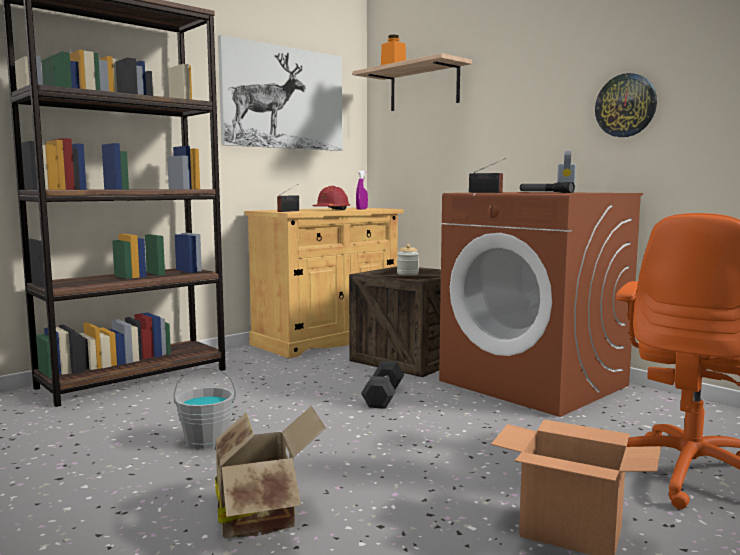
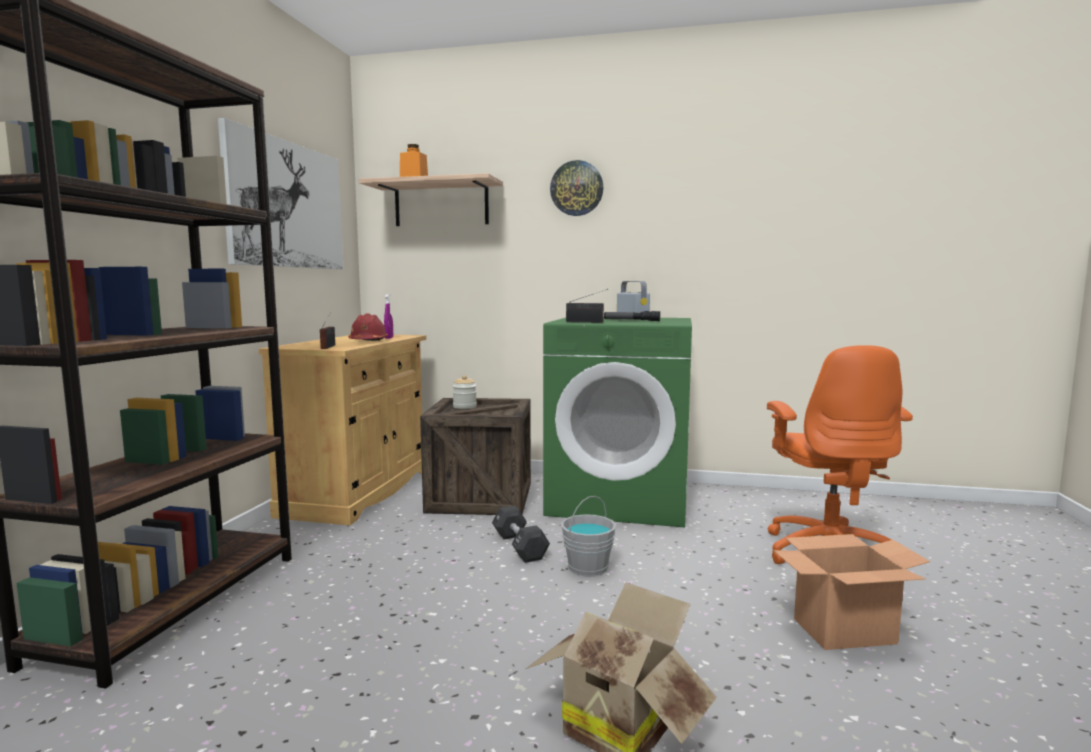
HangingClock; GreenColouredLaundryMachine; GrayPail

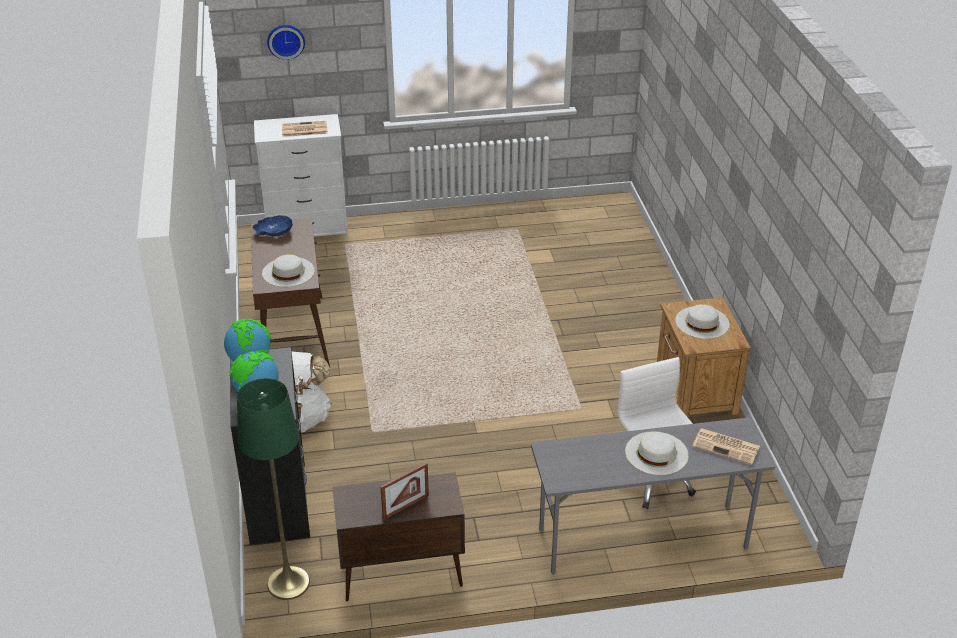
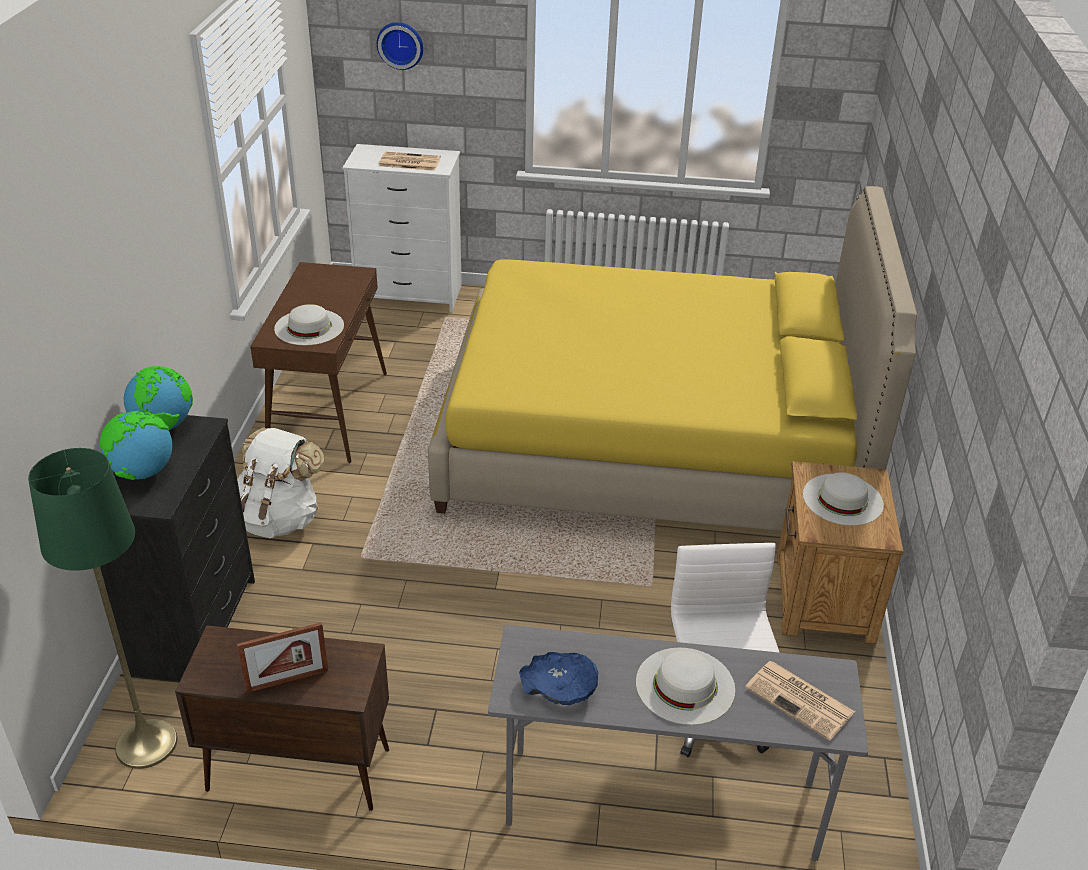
BlueColouredBowl; YellowBedroomBed

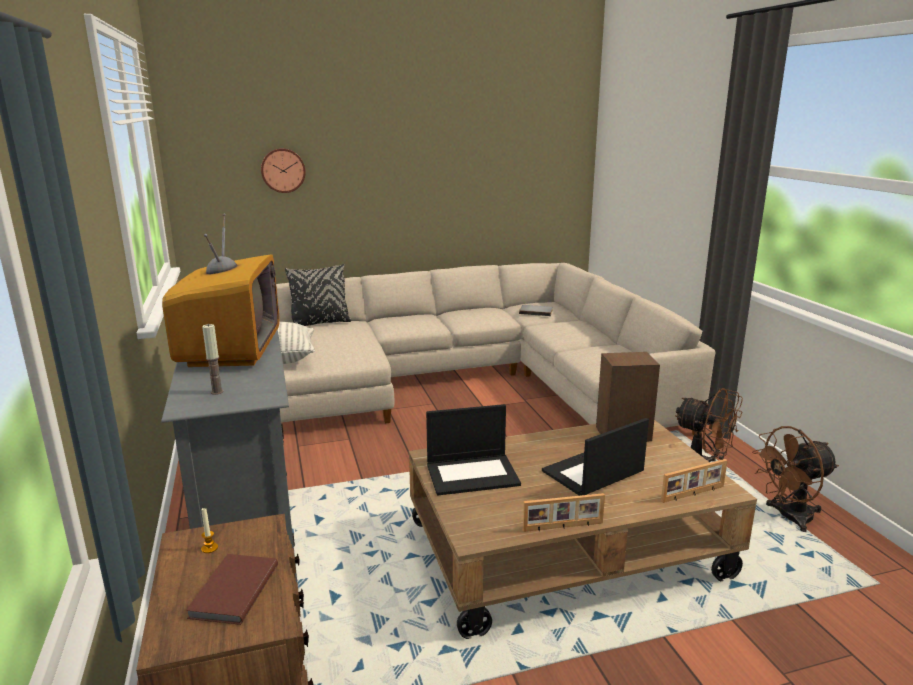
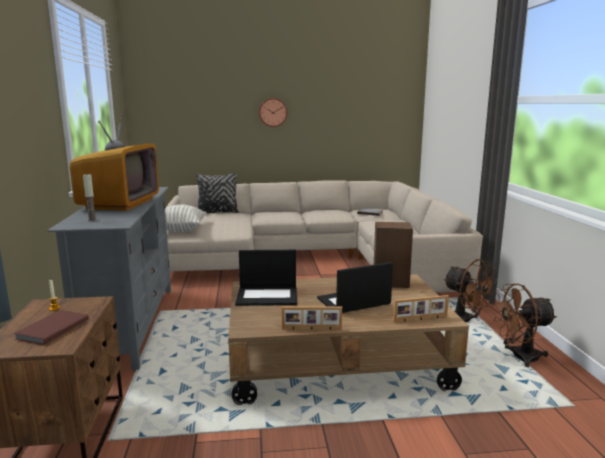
HangingClock

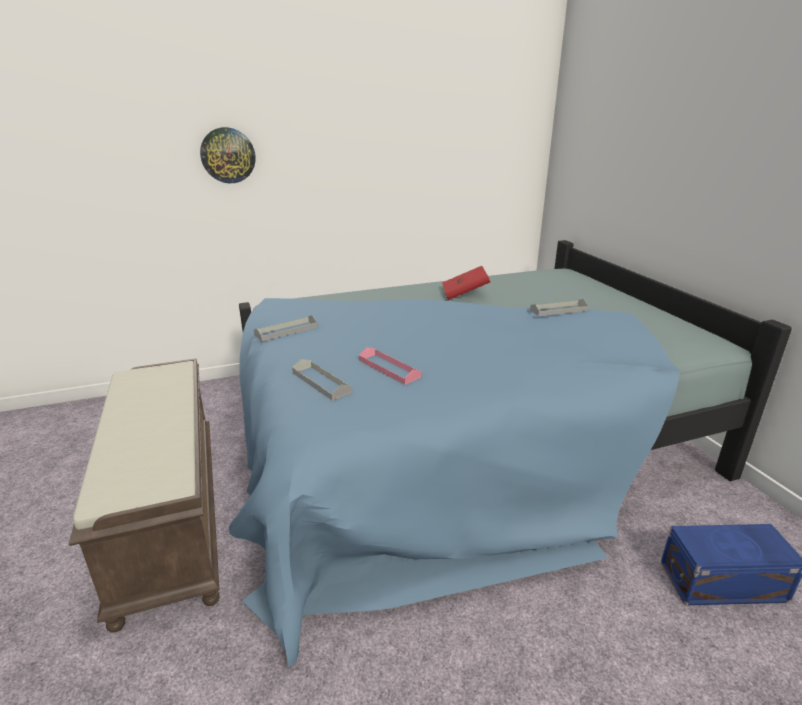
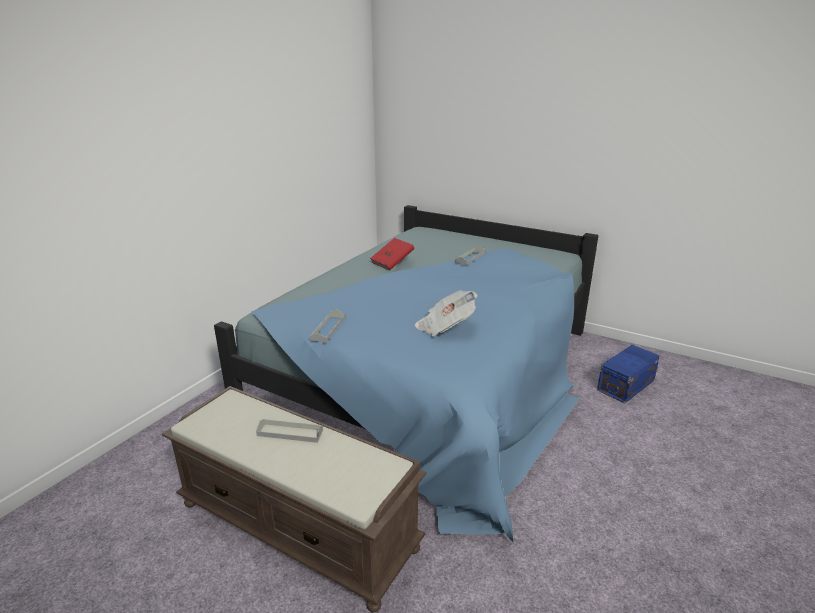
HangingClock; Newspaper; GrayTray (no. 1 from left)

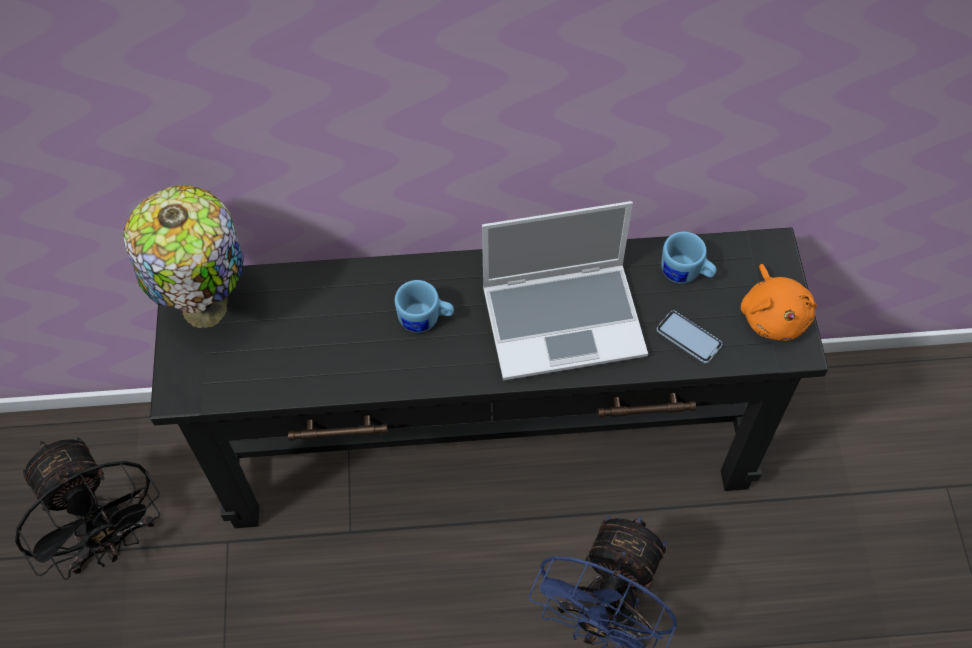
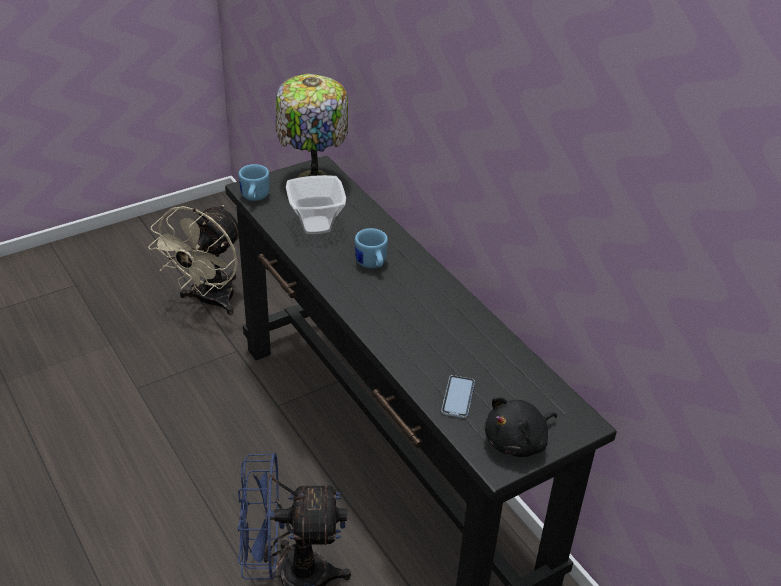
PortableComputer; BlueColouredMug (no. 1 from left); BlackishPlushToy; SandColouredFan; Bowl

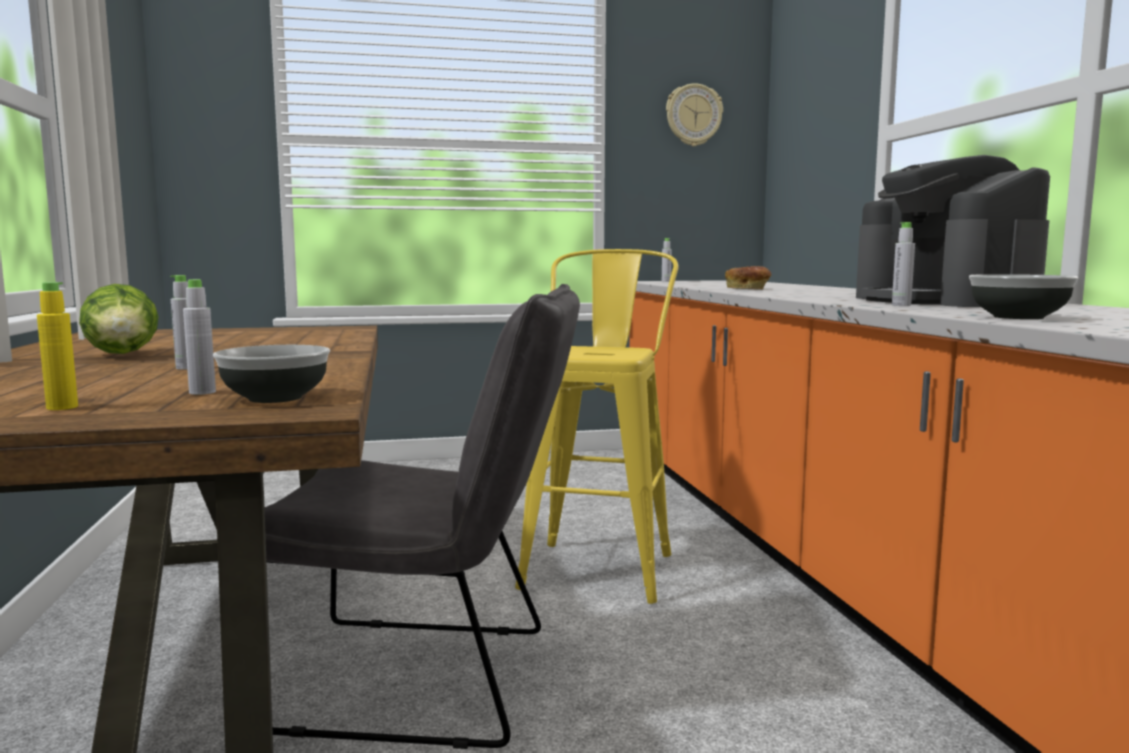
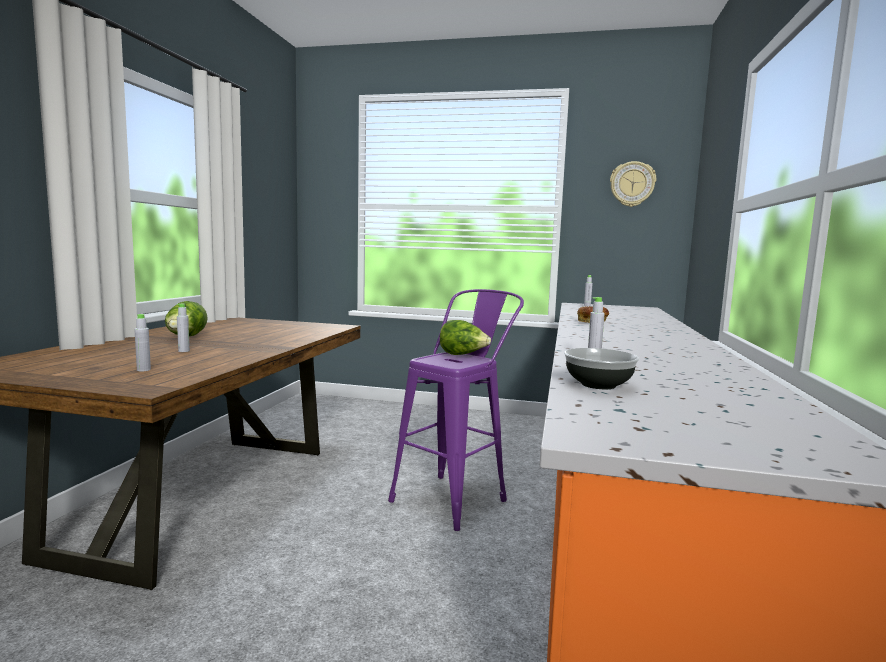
CoffeeMaker; PurplishStool; YellowBeverageBottle; GrayUprightChair; Bowl (no. 1 from left in the first image); HeadOfLettuce (no. 2 from left)

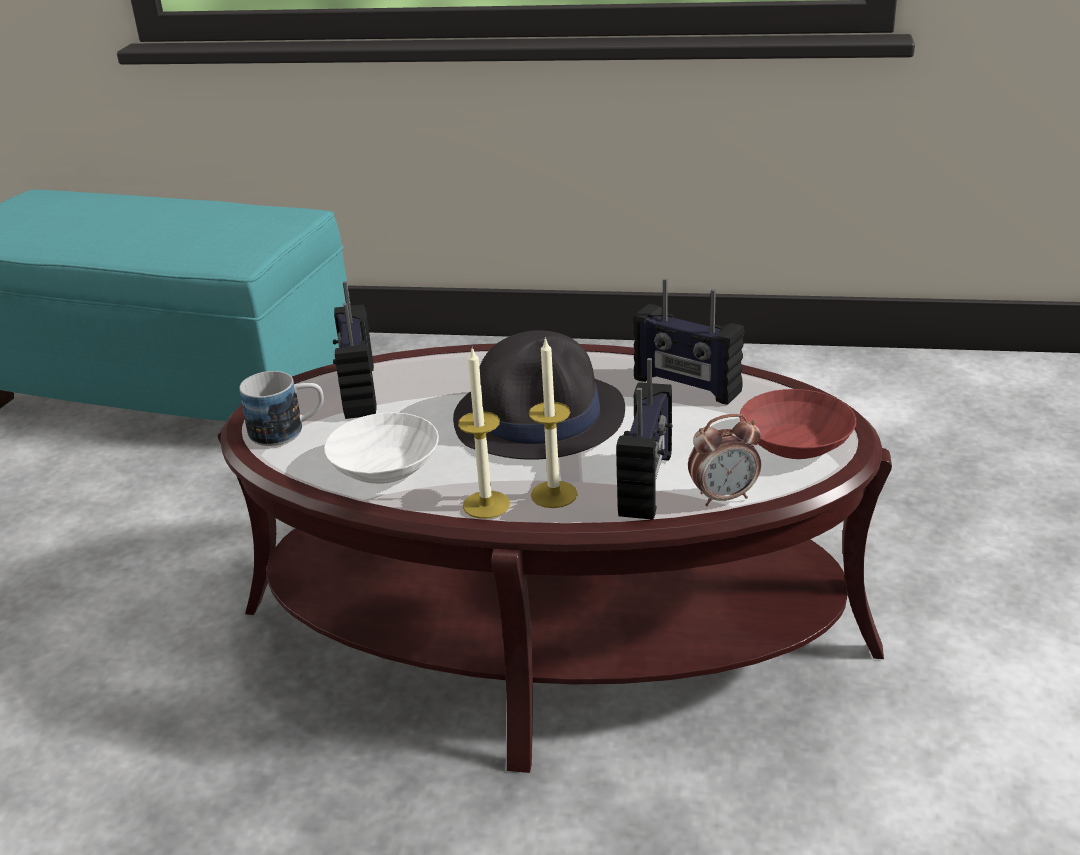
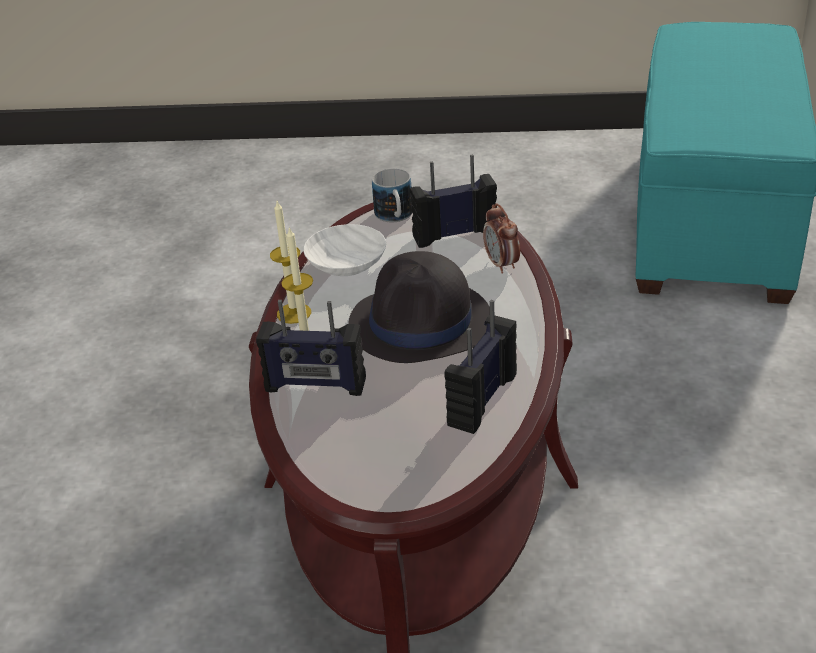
ReddishBowl; AlarmClock

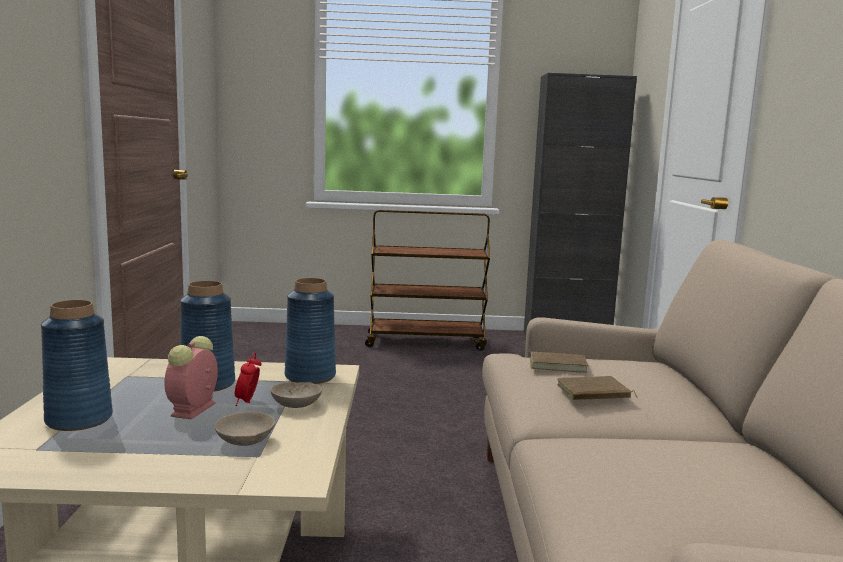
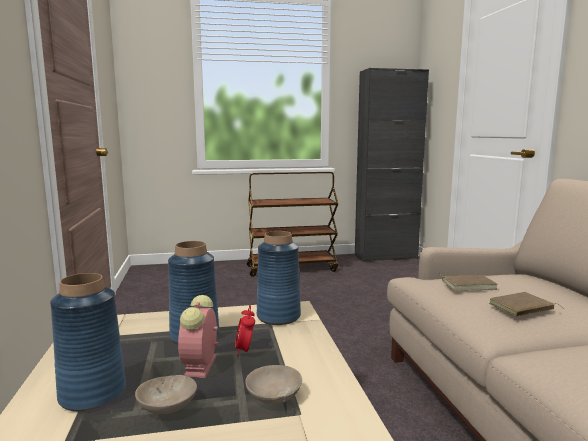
SandColouredBowl (no. 1 from left)

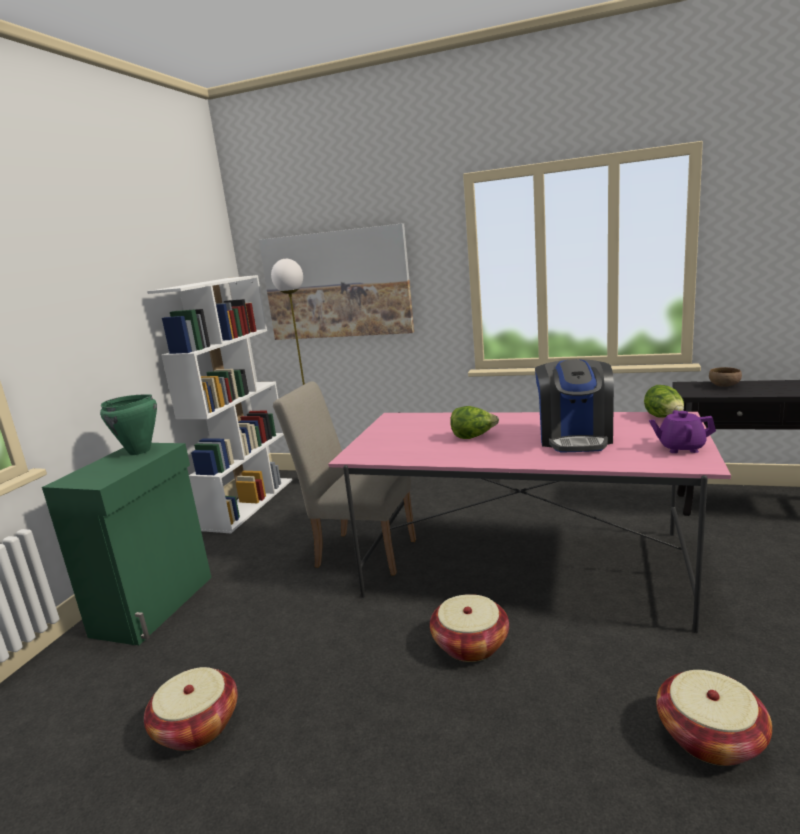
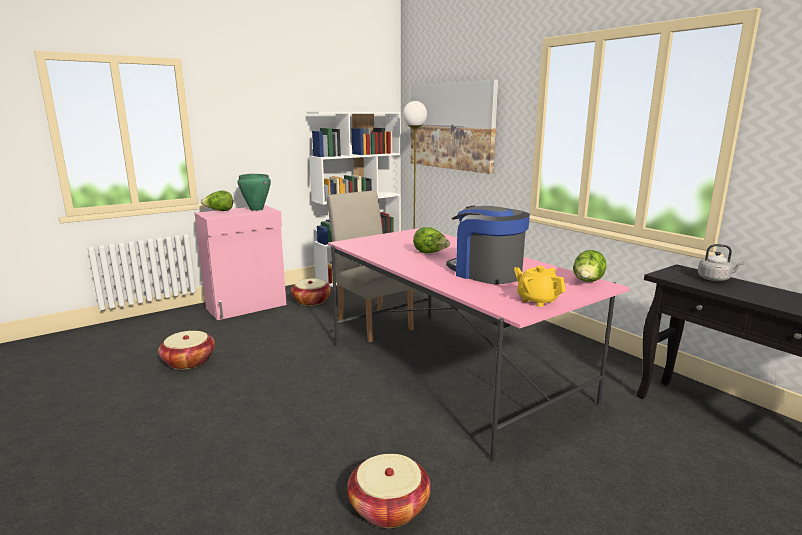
CoffeeMaker; GrayWaterKettle; YellowPotForTea; PinkCupboard; StorageBasket (no. 2 from left); HeadOfLettuce (no. 1 from left)

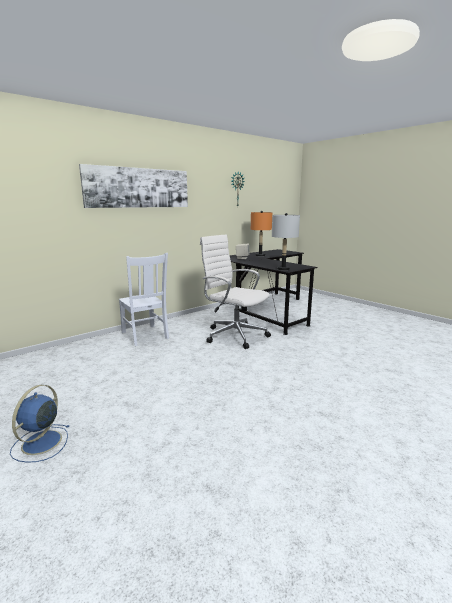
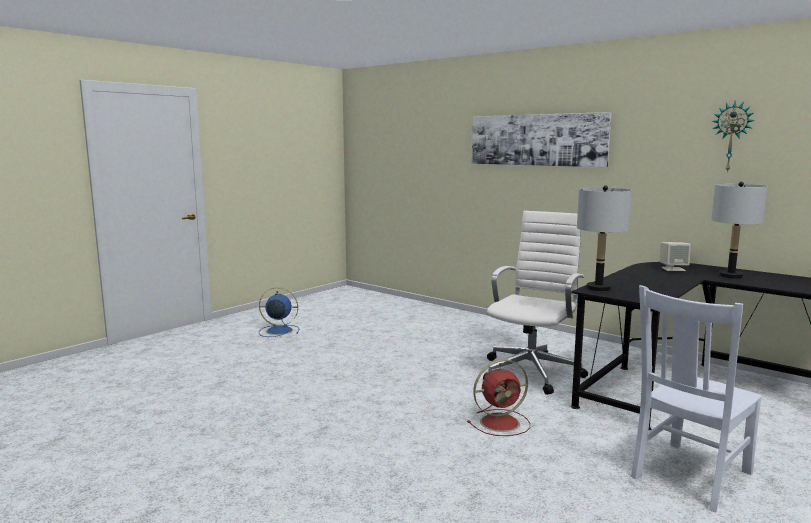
GrayTabletopLamp (no. 2 from left); WhiteColouredUprightChair; ReddishFan

